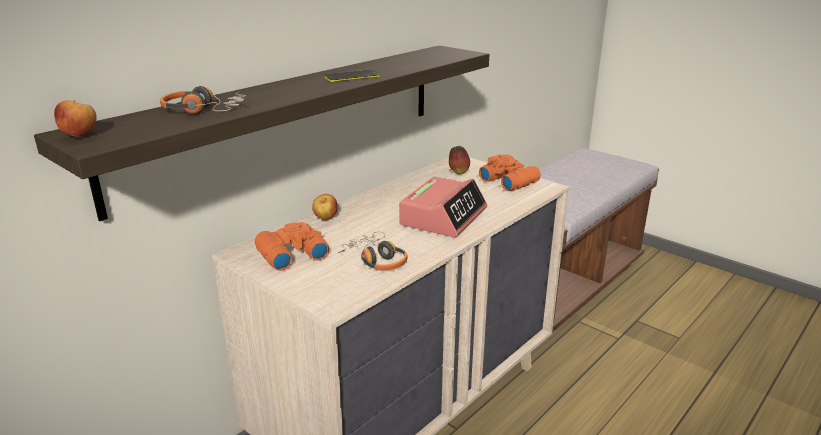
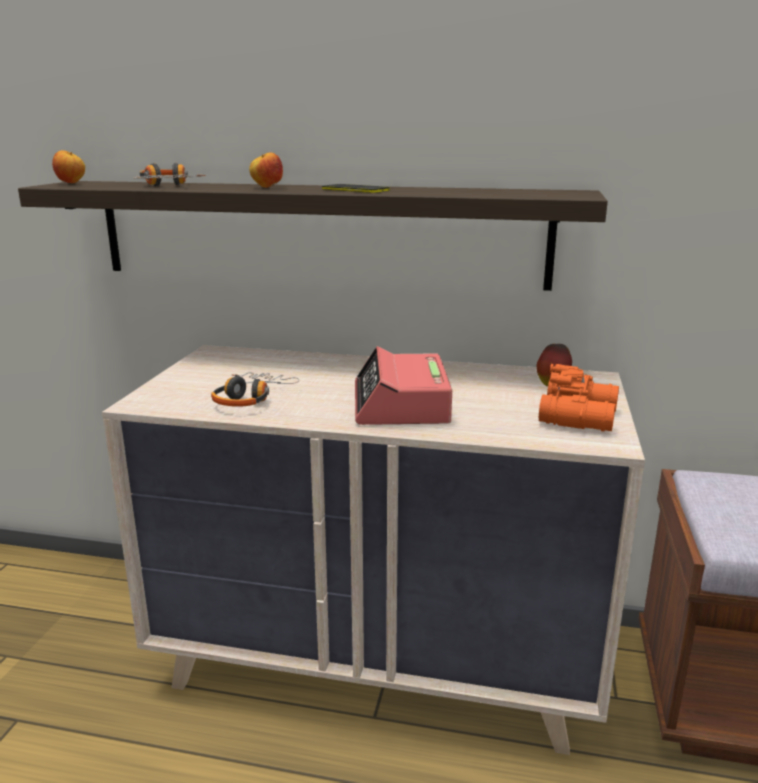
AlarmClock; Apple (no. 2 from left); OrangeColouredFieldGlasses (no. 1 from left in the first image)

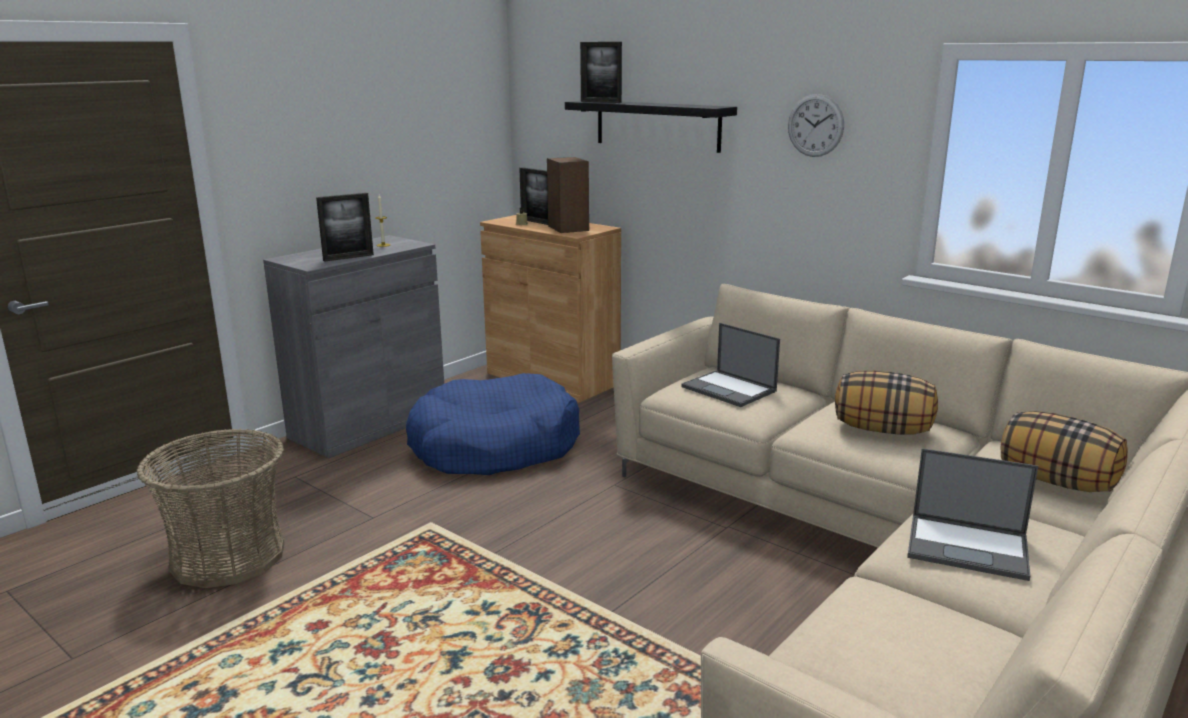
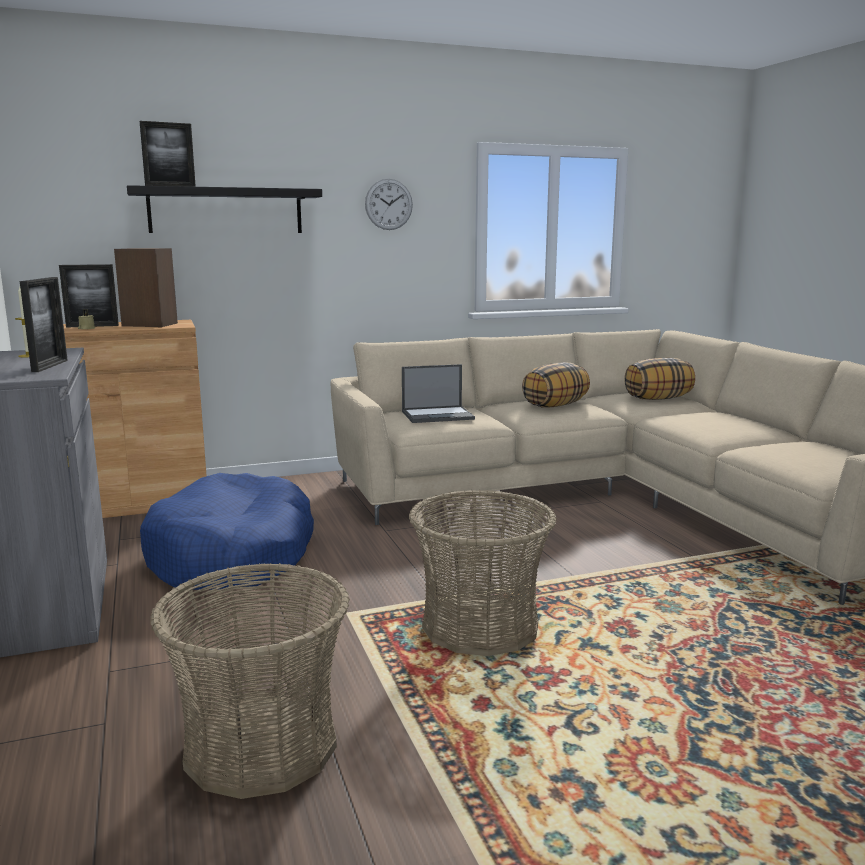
PortableComputer (no. 2 from left in the first image); StorageBasket (no. 2 from left)

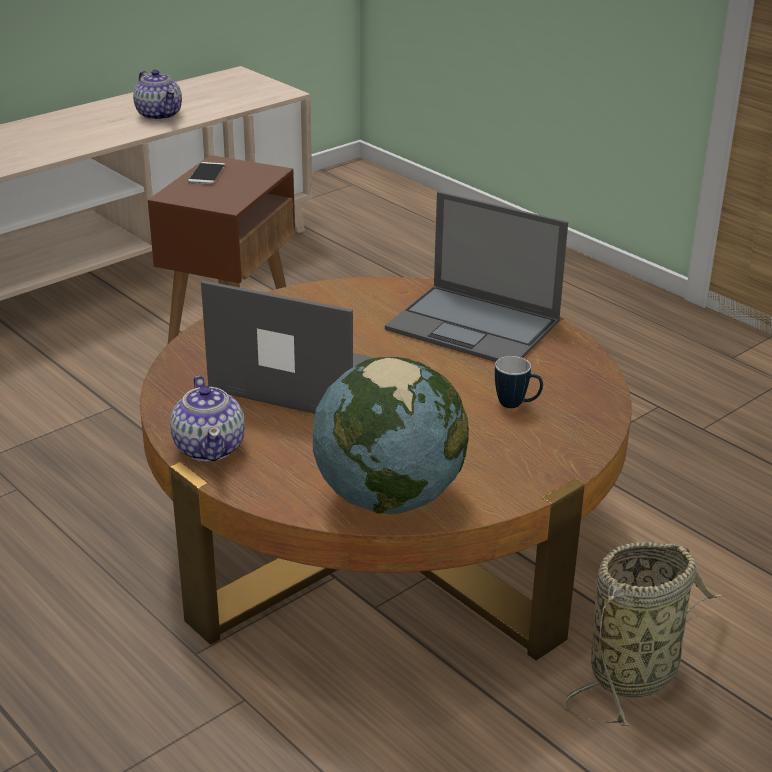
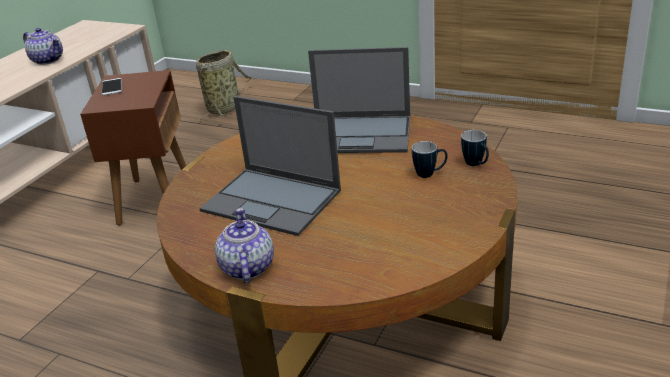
PortableComputer (no. 1 from left); Globe; PotForTea (no. 2 from left); StorageBasket; Mug (no. 2 from left)

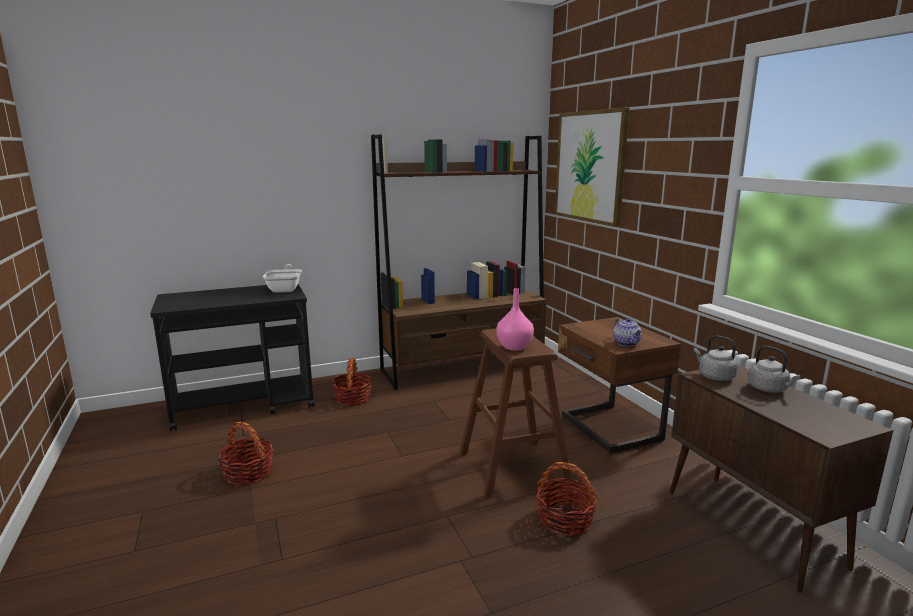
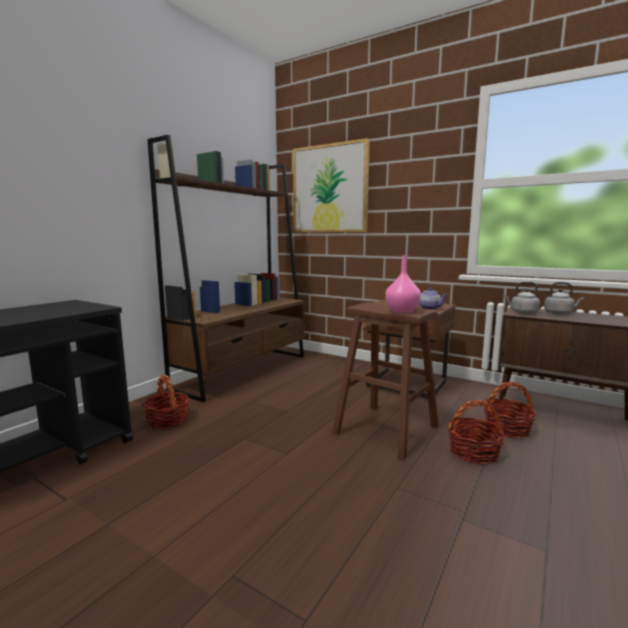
Pan; StorageBasket (no. 3 from left)

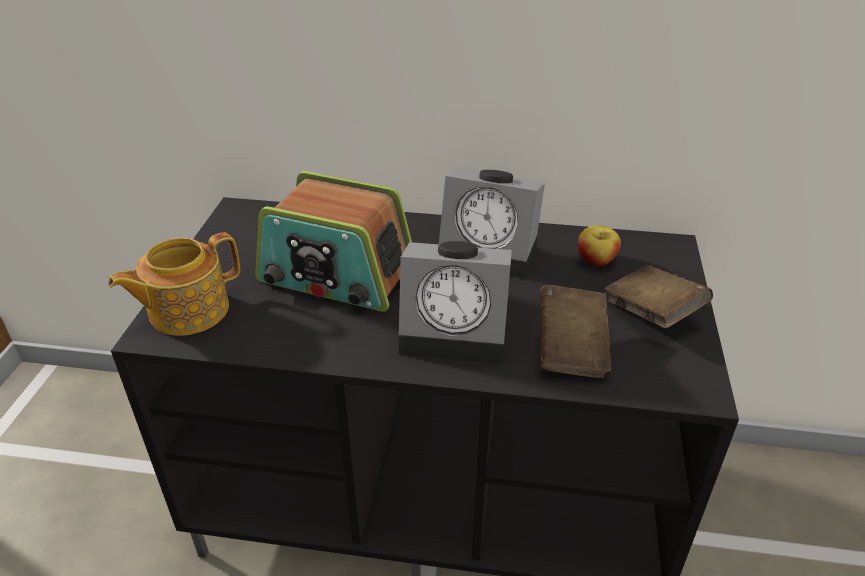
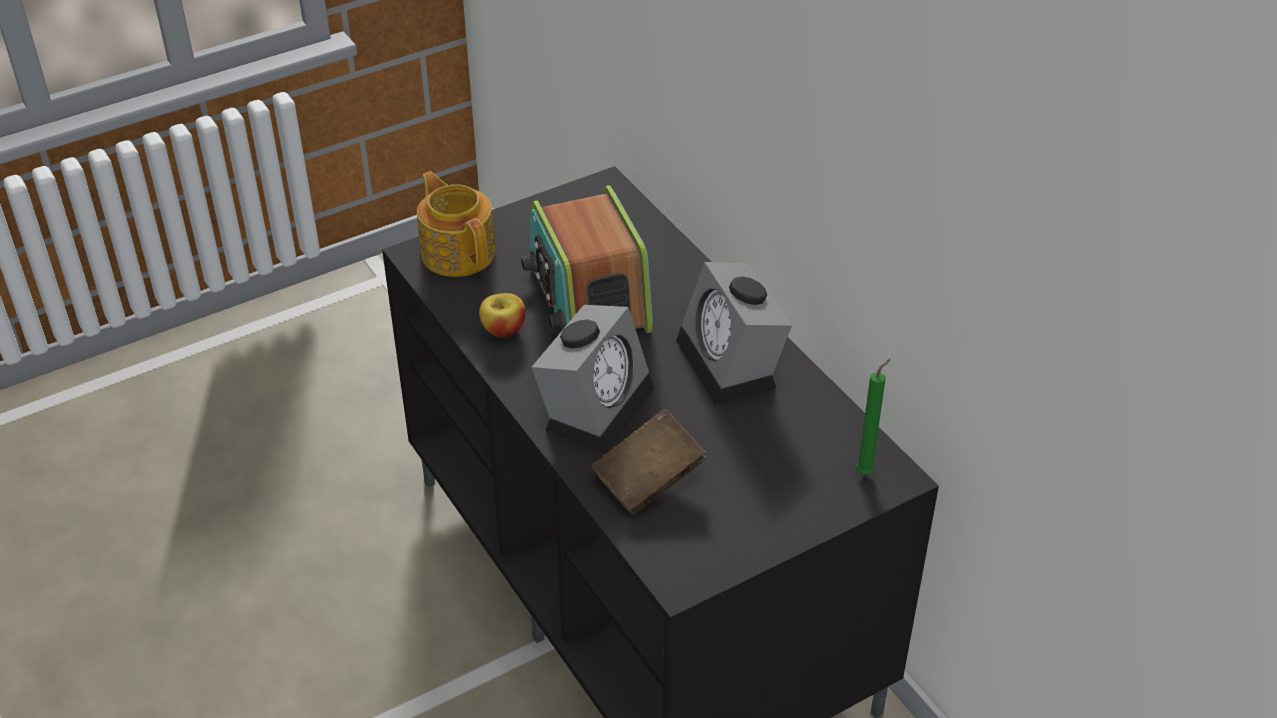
Apple; PotForTea; AlarmClock (no. 1 from left); BrownishVolume (no. 2 from left in the first image); GreenColouredCandle

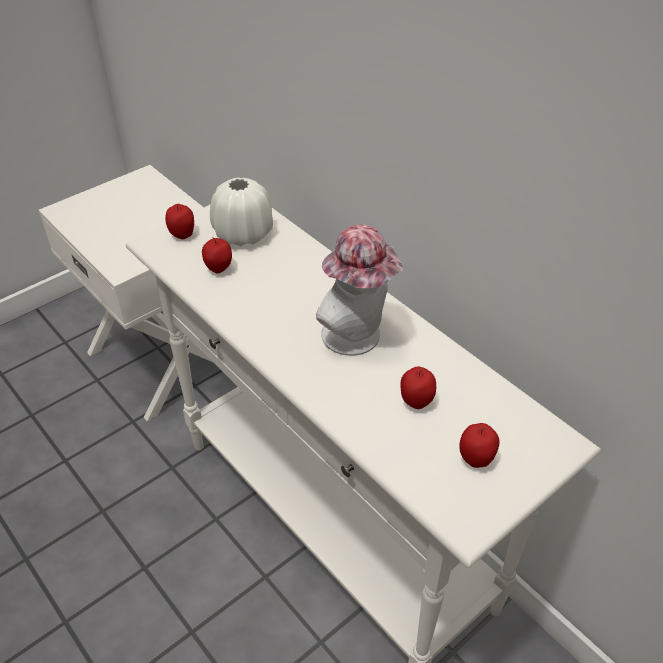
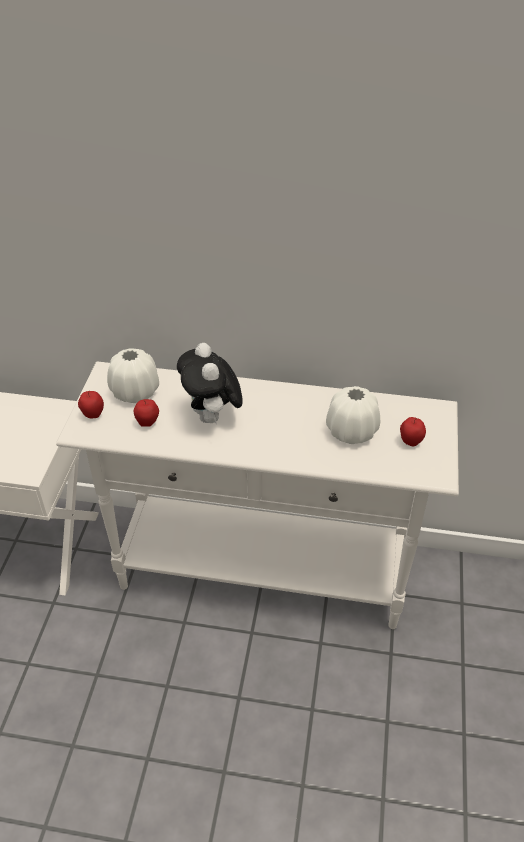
ClothingHat; WhiteColouredFlowerVase (no. 2 from left); PlushToy

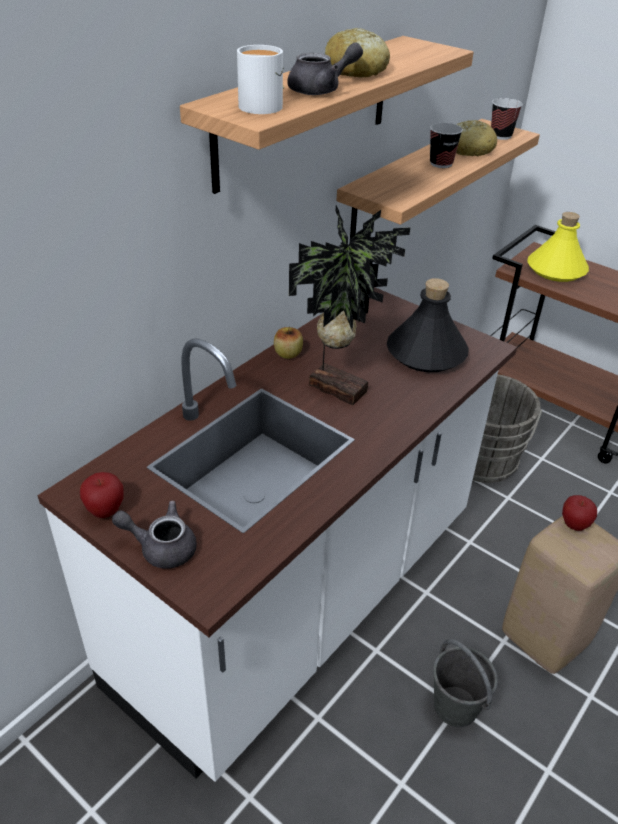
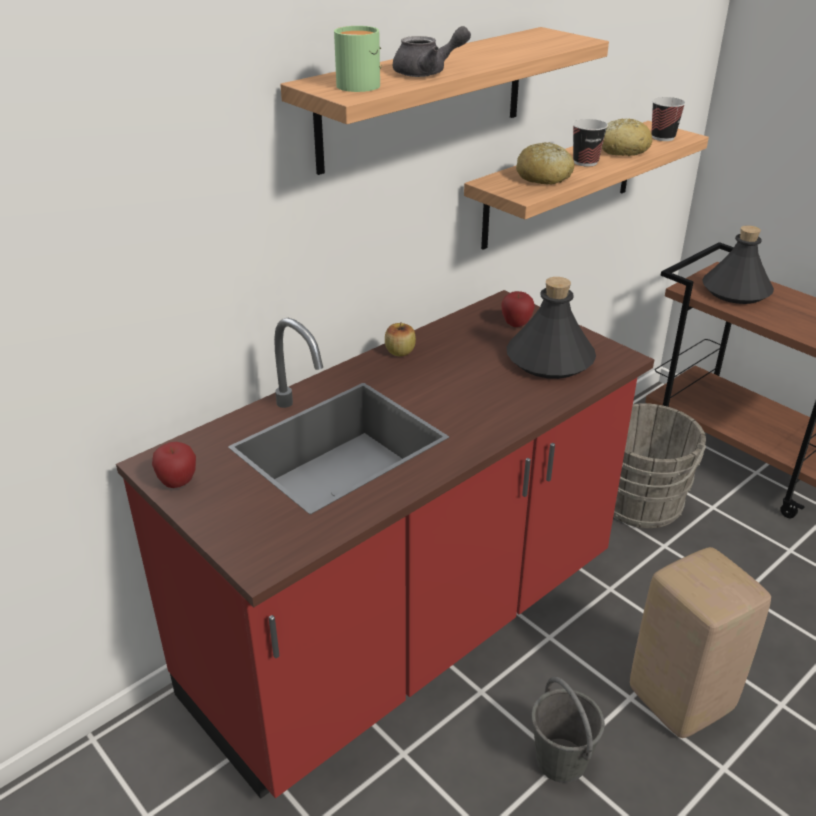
BakedBread (no. 1 from left); GreenColouredMug; PlantInAPot; BlackishBeverageBottle (no. 2 from left); ReddishKitchenBaseUnit; Apple (no. 3 from left); GrayPotForTea (no. 1 from left in the first image)

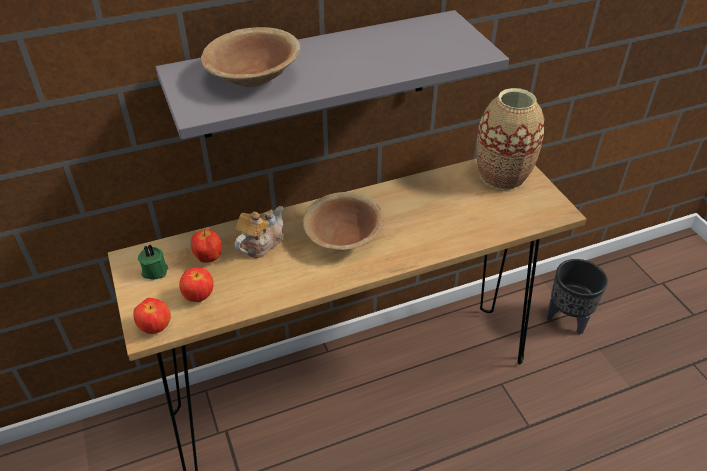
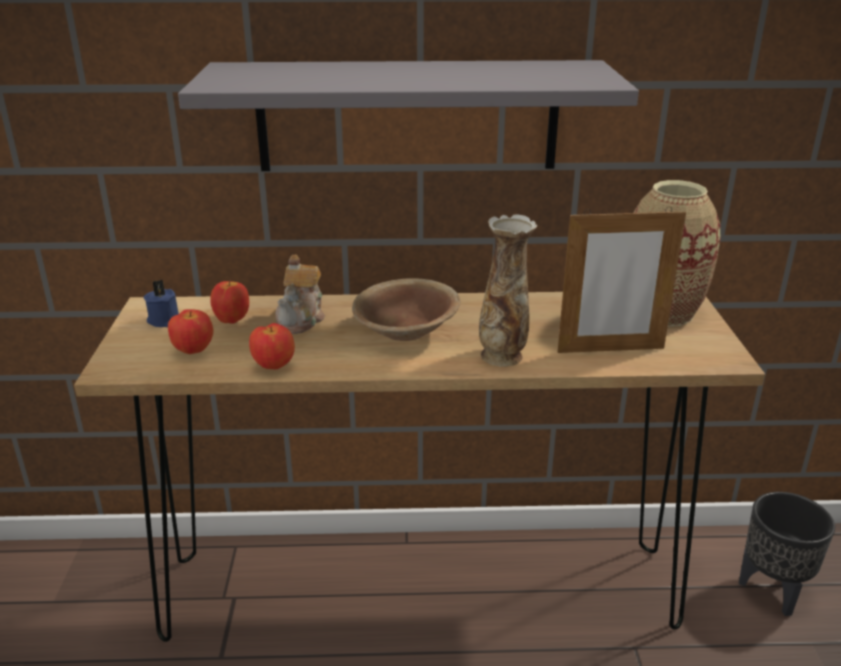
BrownishBowl (no. 1 from left in the first image); PotForTea; BlueColouredCandle; Apple (no. 3 from left); PictureFrame; FlowerVase (no. 1 from left)

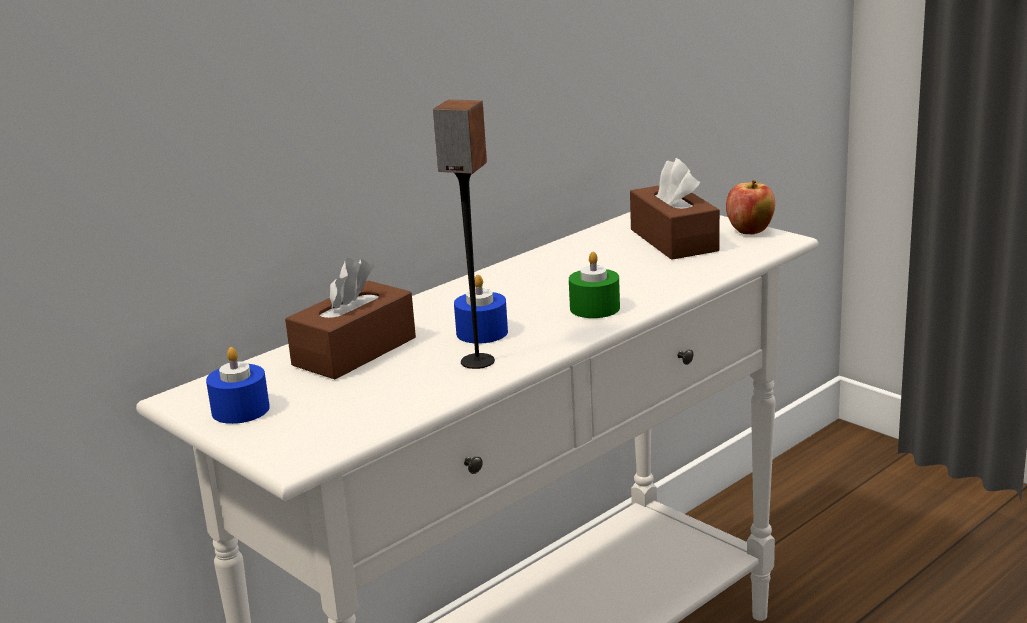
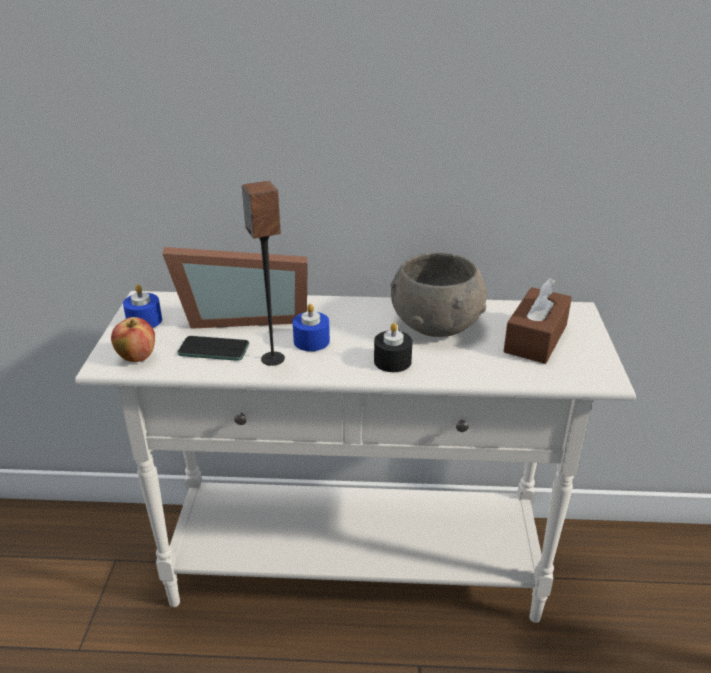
Apple; BlackishCandle; PictureFrame; GrayBowl; Telephone

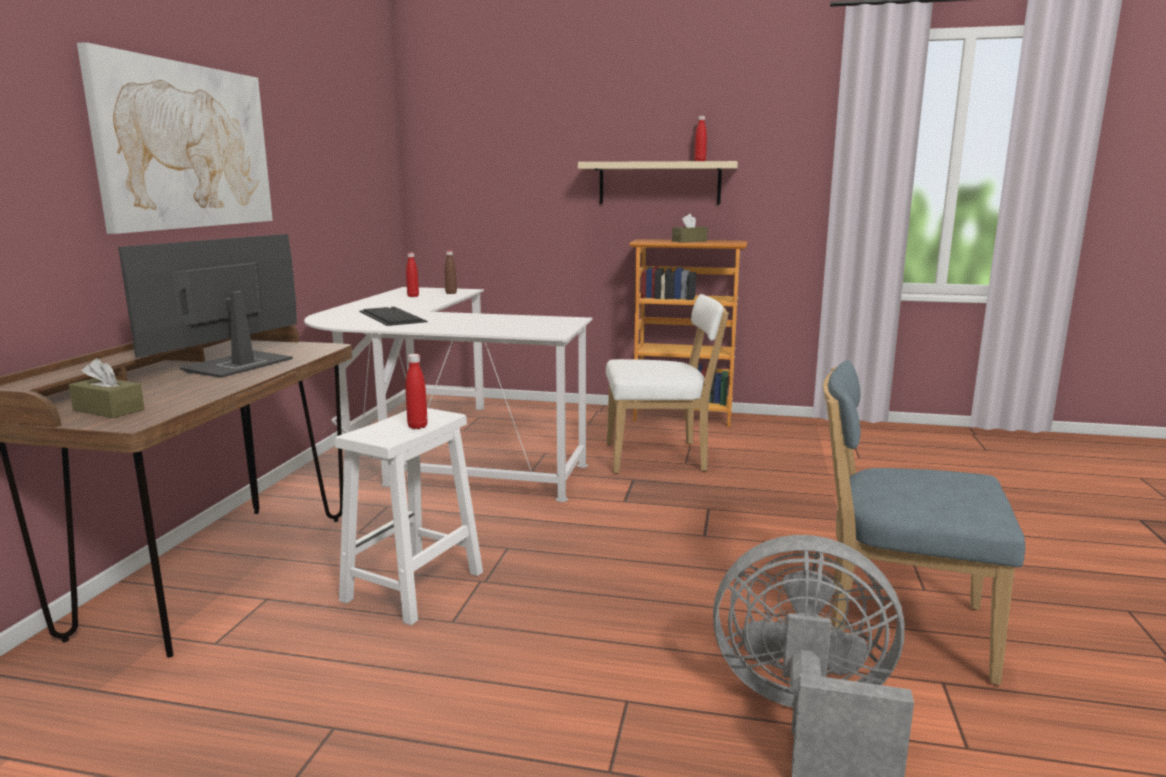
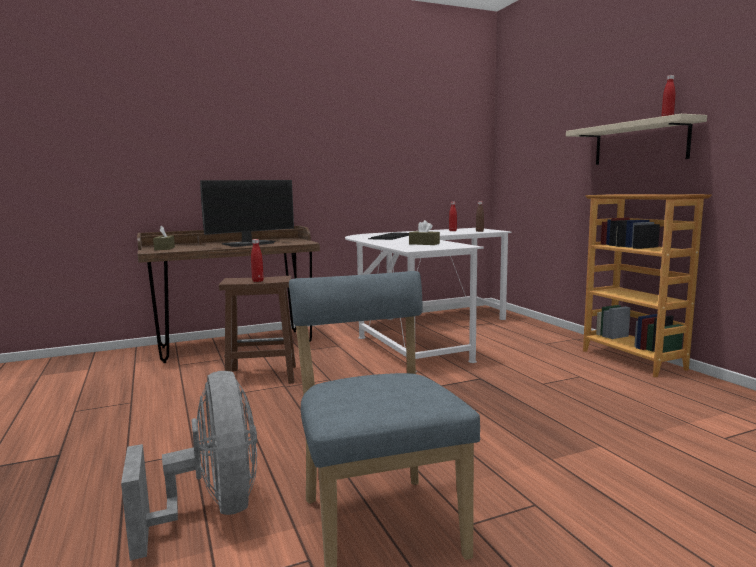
WallArt; BrownishTissueHolder (no. 2 from left); Monitor; WhiteColouredUprightChair; BrownishStool

